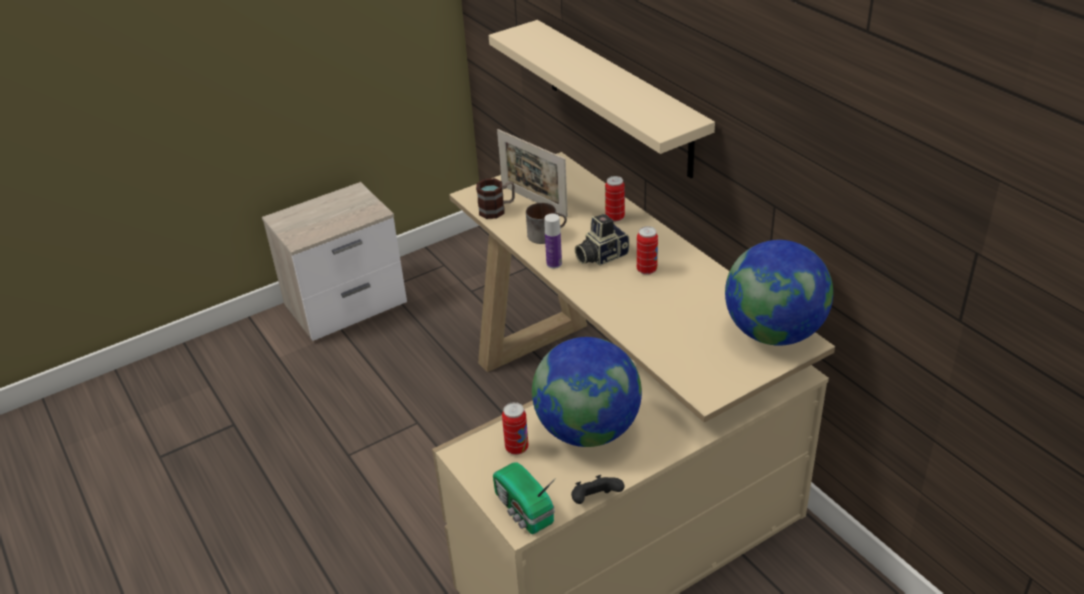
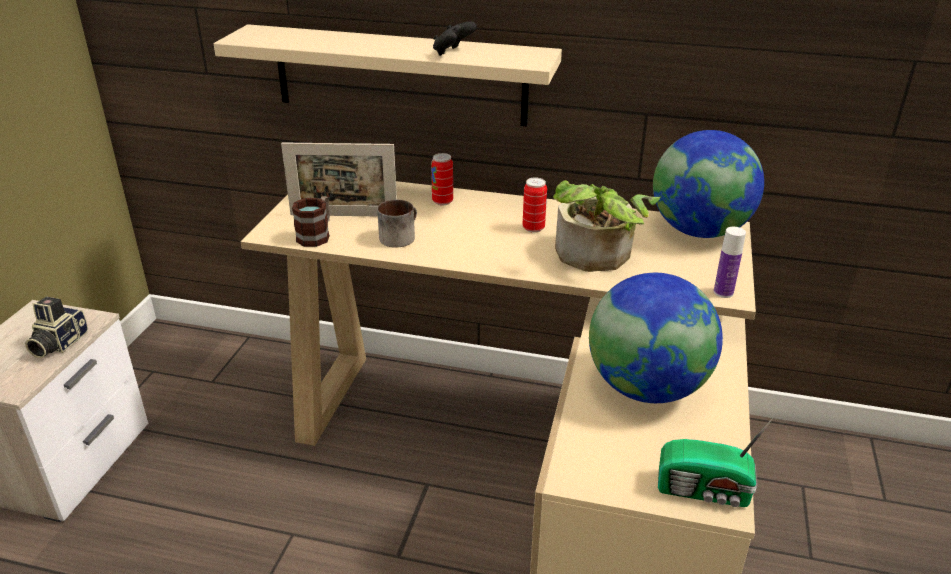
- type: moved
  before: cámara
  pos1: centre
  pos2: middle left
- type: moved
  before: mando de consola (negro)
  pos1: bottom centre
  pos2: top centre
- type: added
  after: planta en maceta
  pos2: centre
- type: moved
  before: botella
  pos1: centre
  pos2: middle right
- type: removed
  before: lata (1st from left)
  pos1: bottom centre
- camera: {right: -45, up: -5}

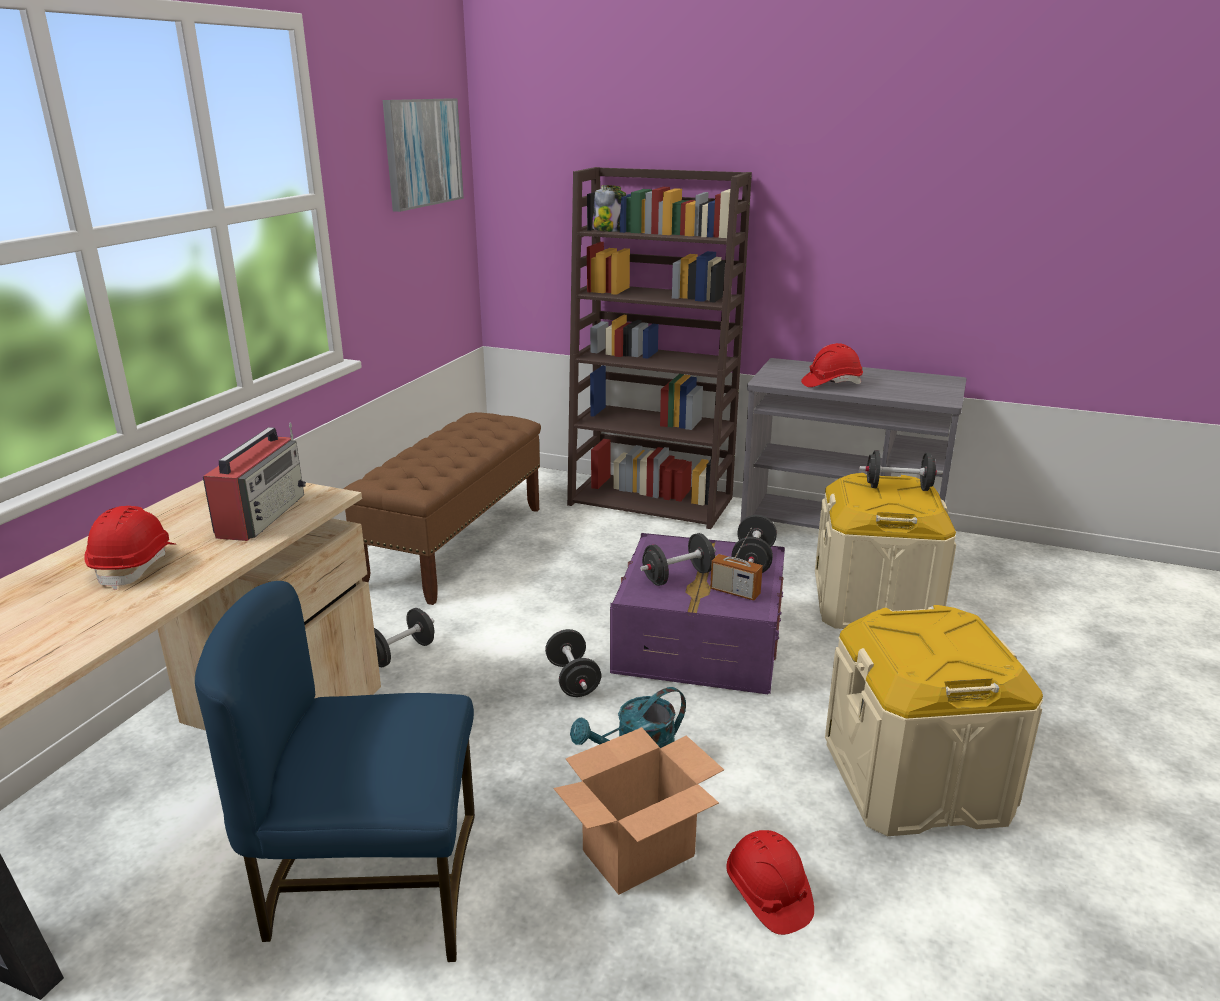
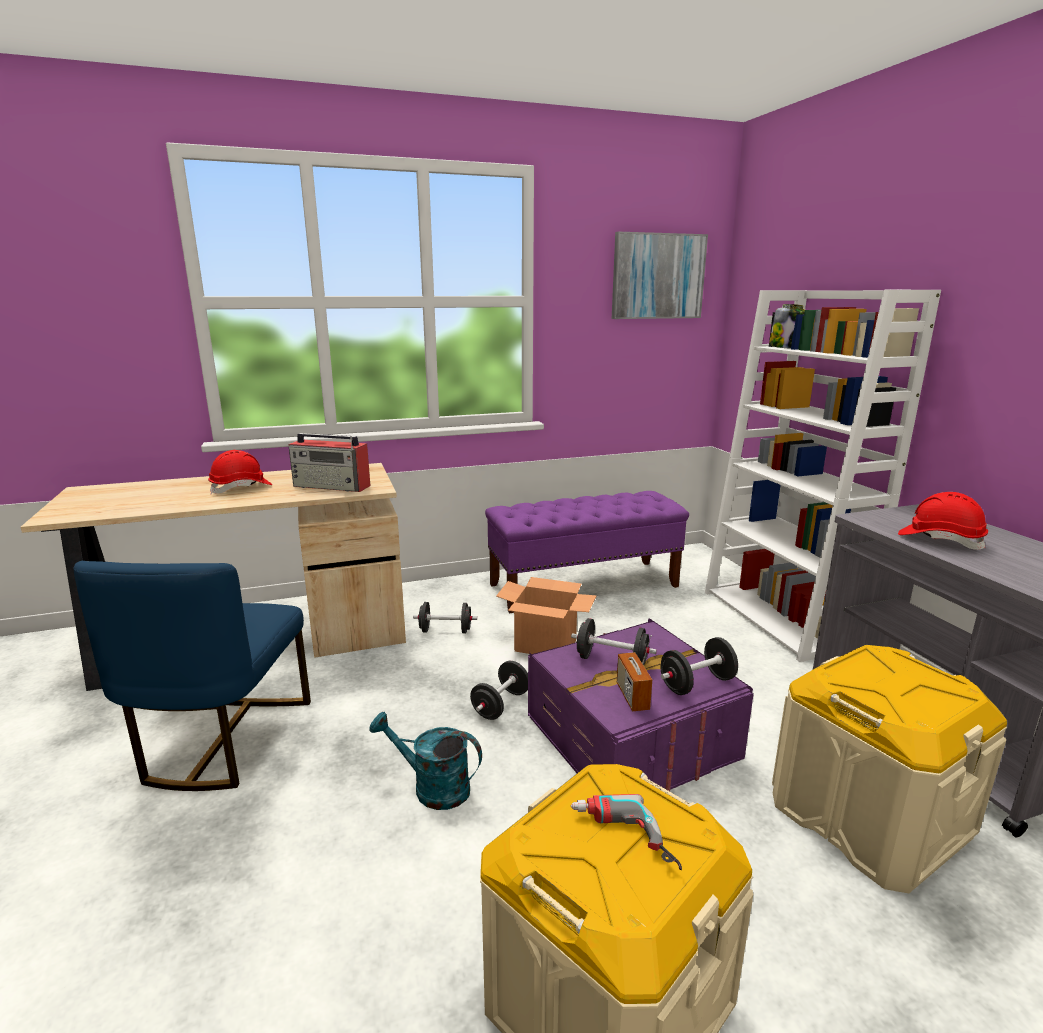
- type: turned
  before: silla (azul)
  pos1: bottom left
  pos2: middle left
  turn: -135
- type: turned
  before: radio (1st from left)
  pos1: middle left
  pos2: middle left
  turn: 45
- type: recoloured
  before: banco (marrón)
  after: banco (morado)
  pos1: centre
  pos2: centre
- type: moved
  before: caja de cartón
  pos1: bottom centre
  pos2: centre
- type: added
  after: taladro
  pos2: bottom centre
- type: recoloured
  before: estantería (marrón)
  after: estantería (blanco)
  pos1: centre
  pos2: middle right
- type: removed
  before: casco (rojo) (2nd from left)
  pos1: bottom centre
- type: removed
  before: mancuerna (negro) (5th from left)
  pos1: middle right
- camera: {right: 50, up: -5}

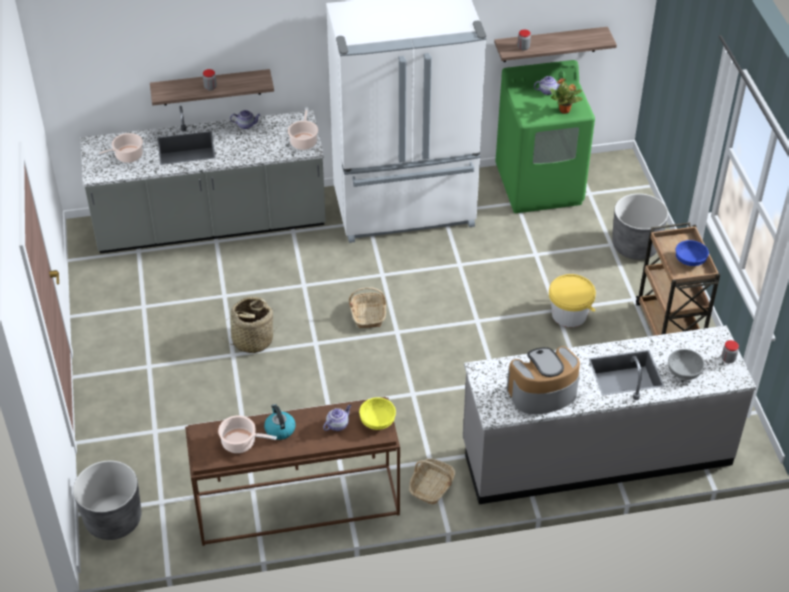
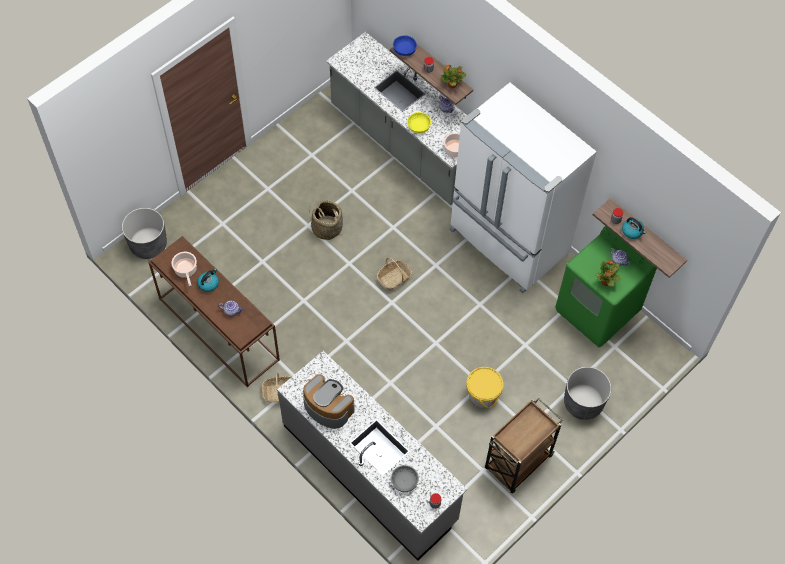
- type: moved
  before: cuenco (azul)
  pos1: middle right
  pos2: top centre
- type: moved
  before: cuenco (amarillo)
  pos1: bottom centre
  pos2: top centre
- type: added
  after: planta en maceta (1st from left)
  pos2: top centre
- type: added
  after: hervidor (2nd from left)
  pos2: middle right
- type: removed
  before: olla (1st from left)
  pos1: top left
- camera: {right: 55, up: 15}

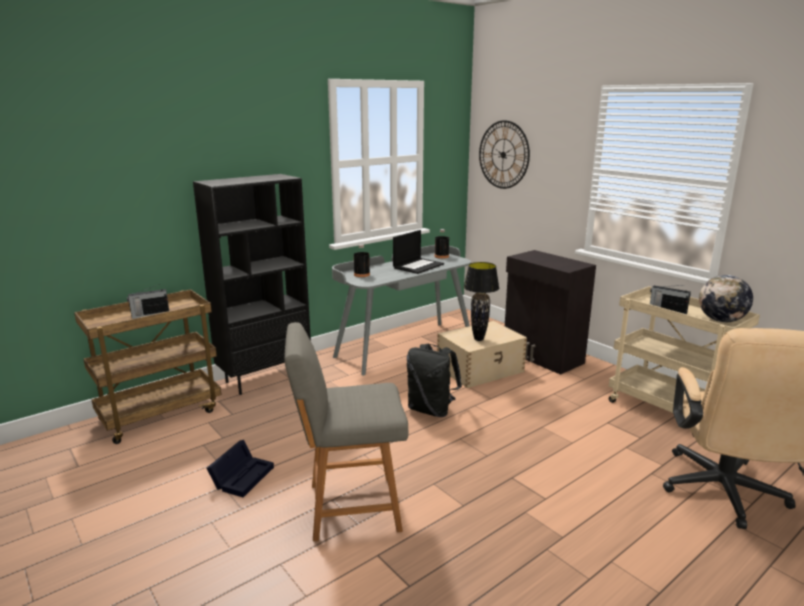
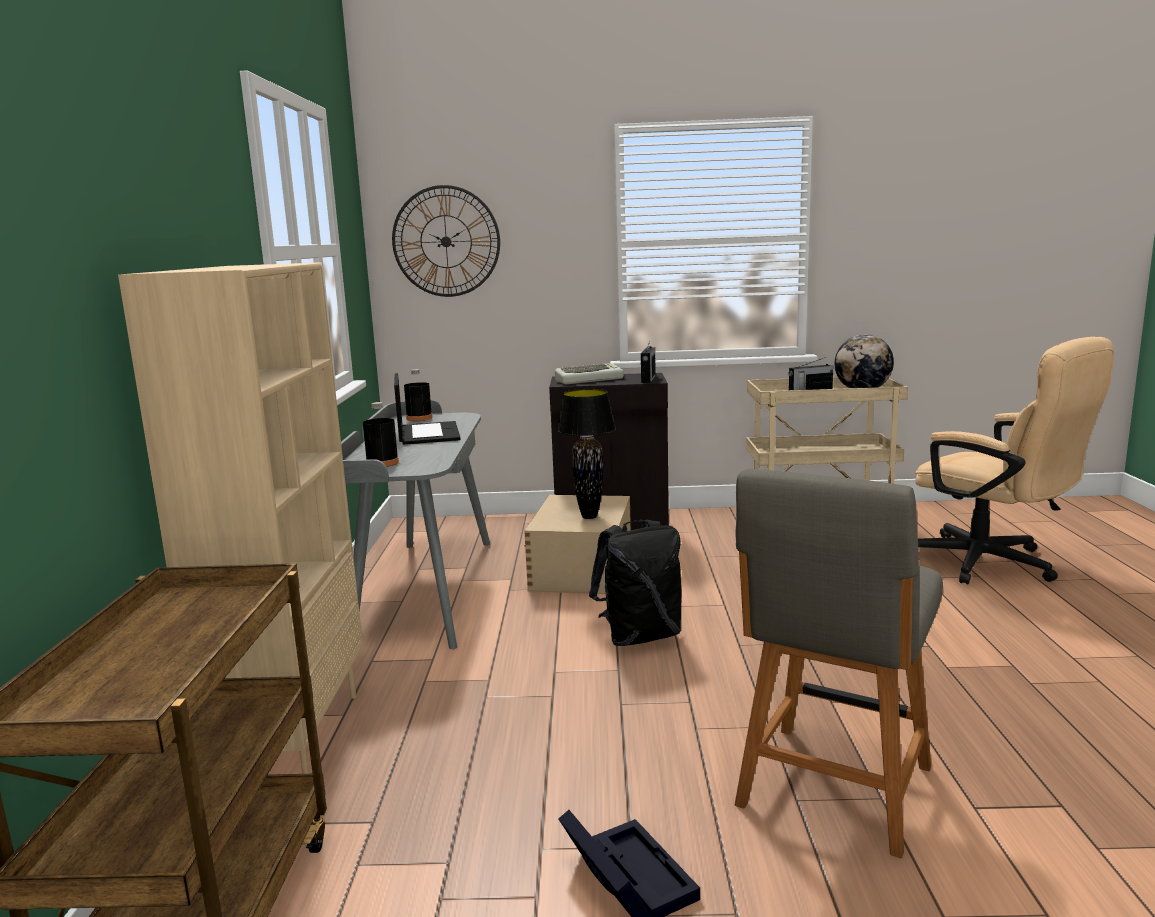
- type: recoloured
  before: estantería (negro)
  after: estantería (beis)
  pos1: middle left
  pos2: middle left
- type: added
  after: teclado
  pos2: centre
- type: moved
  before: radio (1st from left)
  pos1: middle left
  pos2: centre
- camera: {right: -50, up: -5}

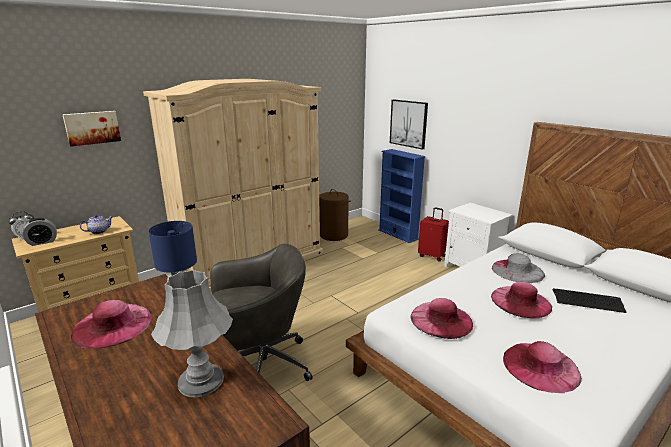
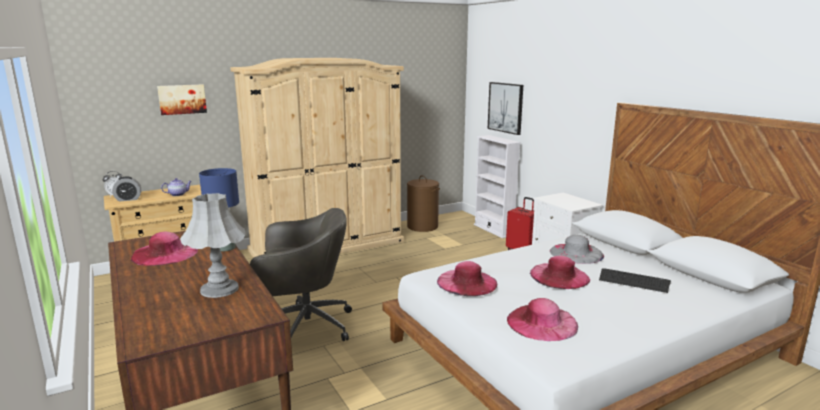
- type: recoloured
  before: estantería (azul)
  after: estantería (blanco)
  pos1: centre
  pos2: centre
- camera: {right: 10, up: -5}

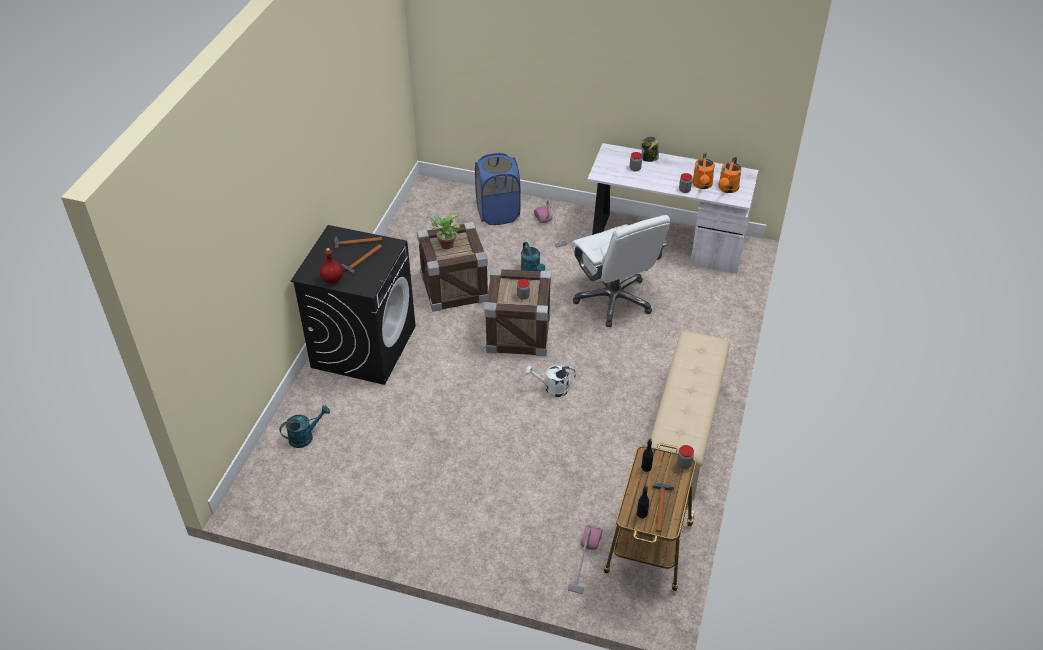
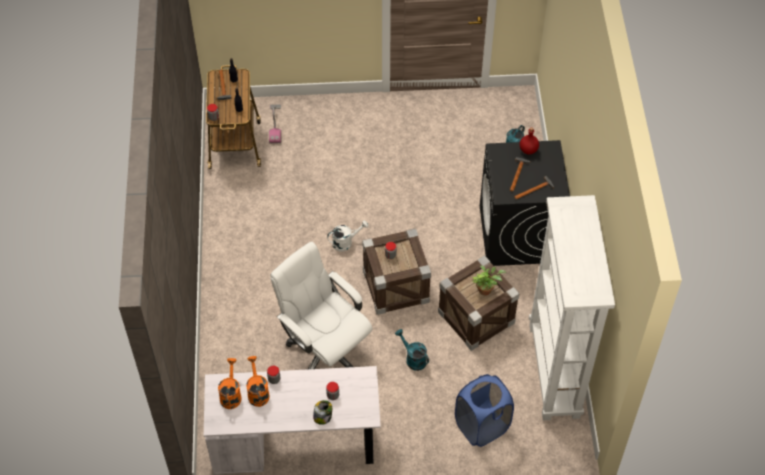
- type: added
  after: estantería (blanco)
  pos2: middle right
- type: removed
  before: aspiradora (1st from left)
  pos1: centre
- type: removed
  before: banco (beis)
  pos1: centre
- camera: {right: 160, up: 10}

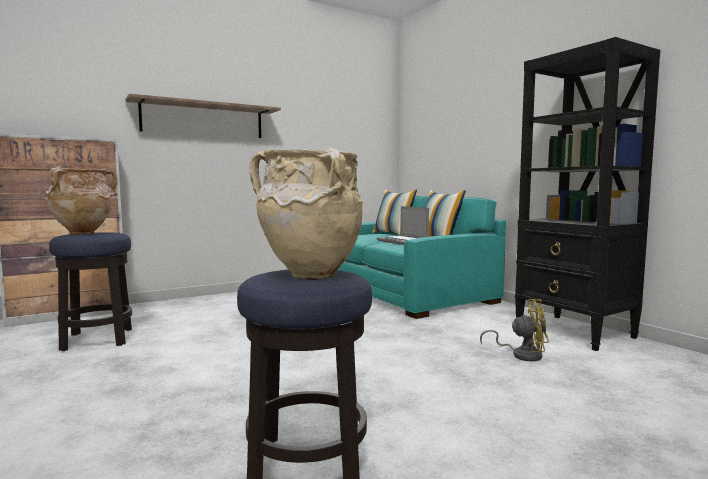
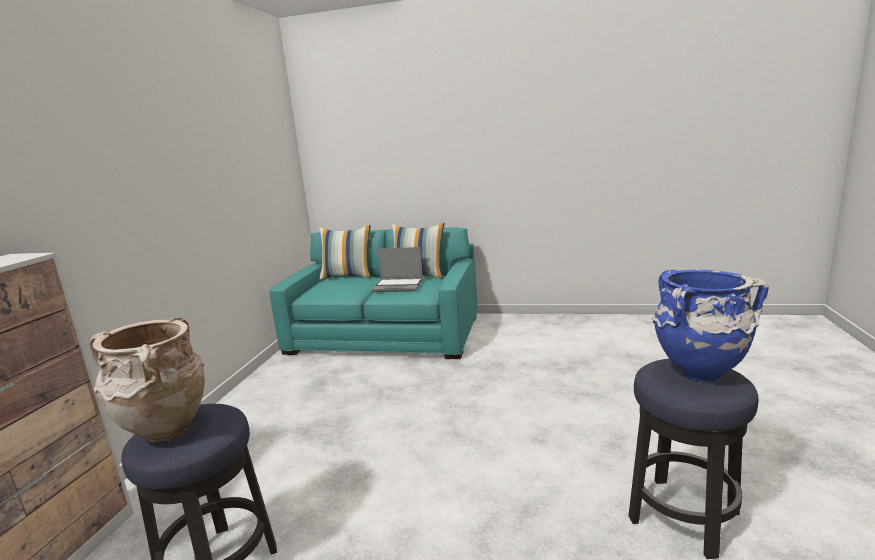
- type: recoloured
  before: florero (beis) (2nd from left)
  after: florero (azul)
  pos1: centre
  pos2: middle right
- type: removed
  before: estante
  pos1: top left
- type: removed
  before: ventilador (amarillo)
  pos1: bottom right
- type: removed
  before: estantería (negro)
  pos1: middle right
- camera: {right: -45, up: 10}

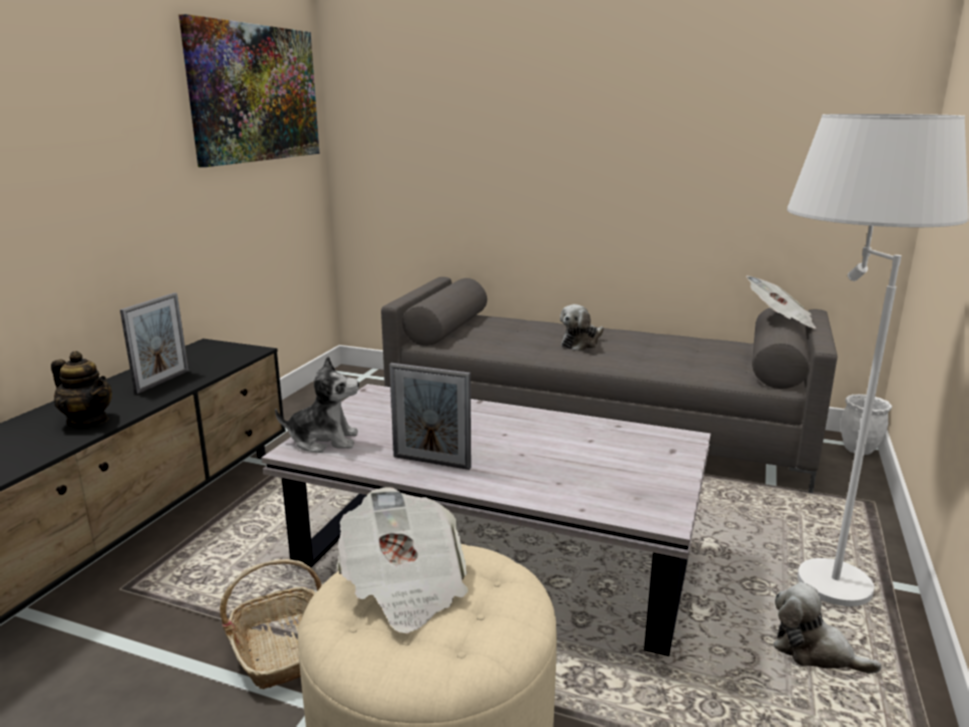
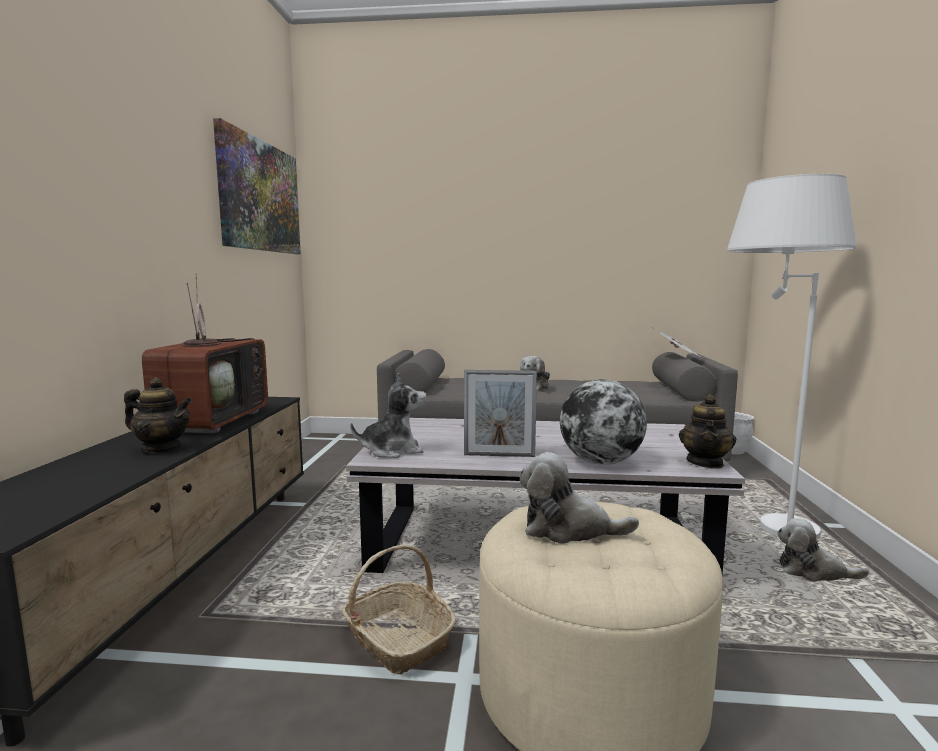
- type: replaced
  before: portarretratos (1st from left)
  after: televisor
  pos1: middle left
  pos2: middle left
- type: replaced
  before: periódico (1st from left)
  after: peluche (3rd from left)
  pos1: bottom centre
  pos2: centre
- type: added
  after: globo terráqueo
  pos2: centre
- type: added
  after: tetera (2nd from left)
  pos2: middle right
- camera: {right: -15, up: -10}

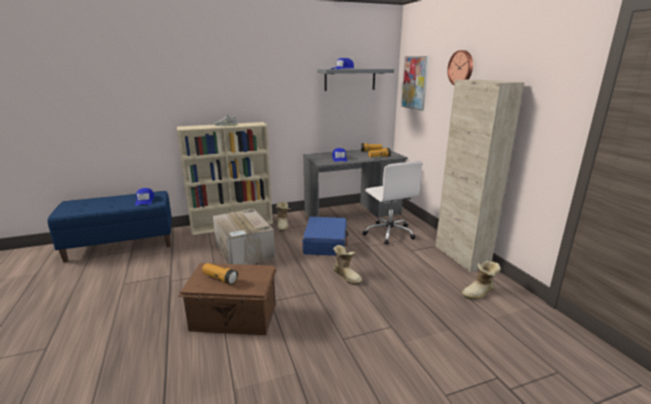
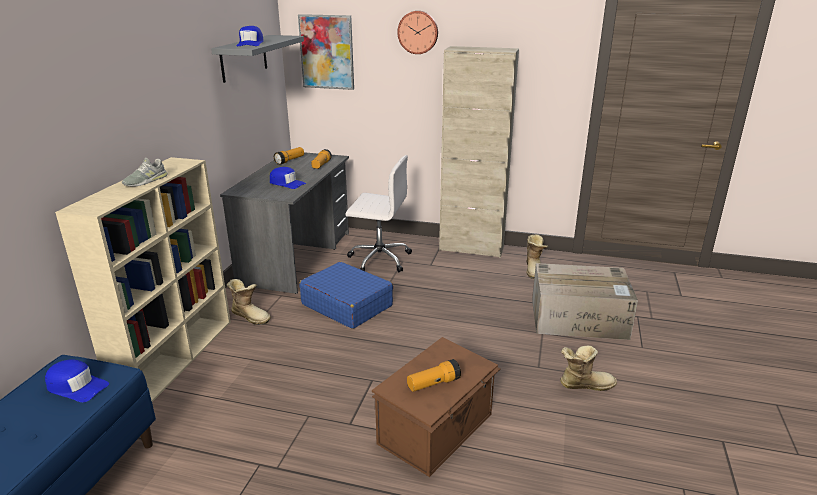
- type: moved
  before: caja de cartón
  pos1: centre
  pos2: middle right
- type: moved
  before: bota (2nd from left in the first image)
  after: bota (3rd from left)
  pos1: centre
  pos2: bottom right
- camera: {right: -55, up: 5}

